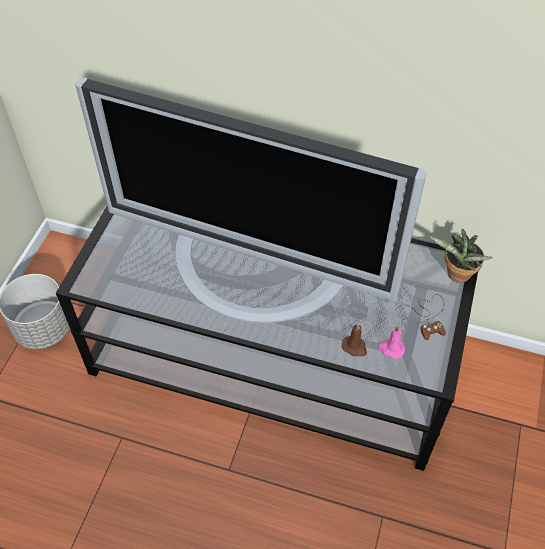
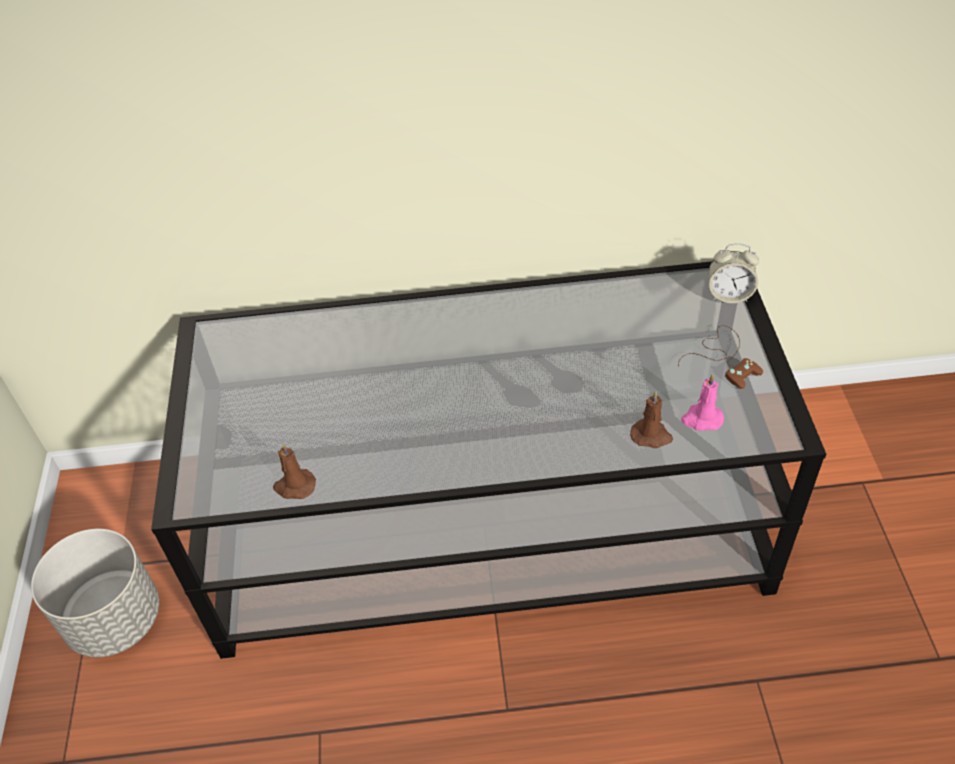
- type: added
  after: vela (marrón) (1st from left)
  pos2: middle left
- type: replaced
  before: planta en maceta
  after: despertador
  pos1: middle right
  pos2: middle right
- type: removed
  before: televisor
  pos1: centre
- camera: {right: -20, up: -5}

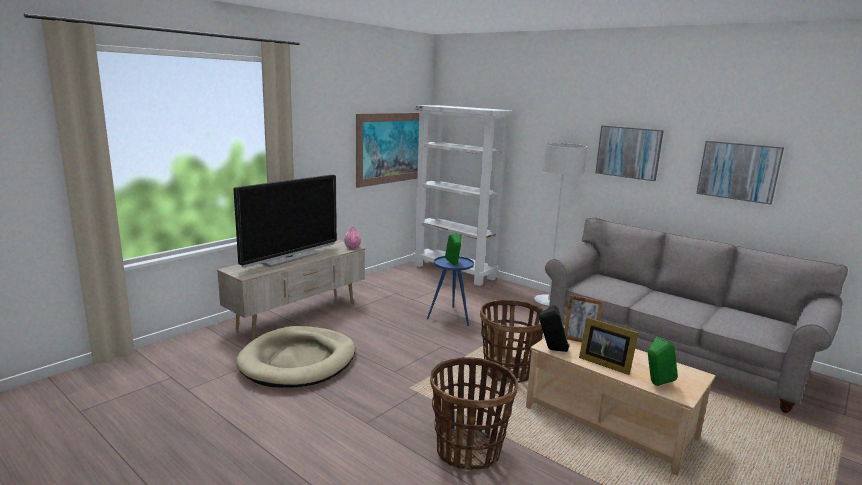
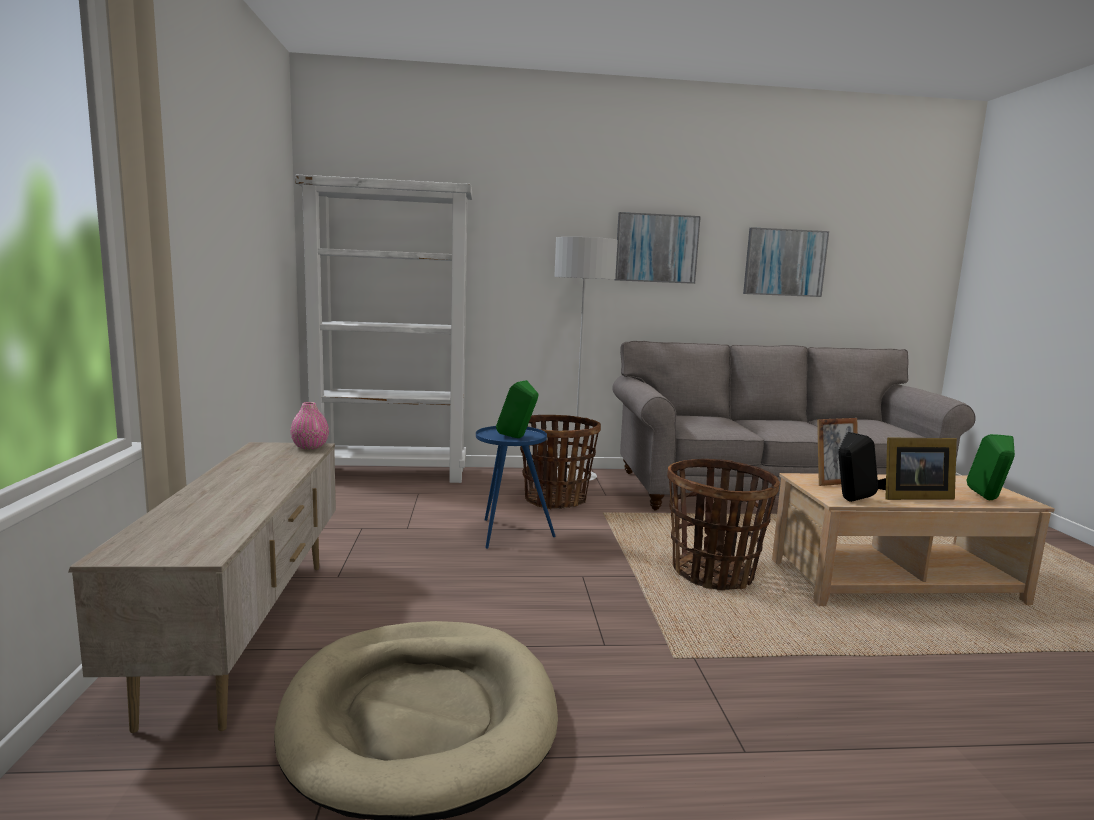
- type: moved
  before: cesta (1st from left)
  pos1: bottom centre
  pos2: centre
- type: removed
  before: televisor
  pos1: middle left
- type: removed
  before: cuadro (1st from left)
  pos1: top centre
- camera: {right: -45, up: -5}

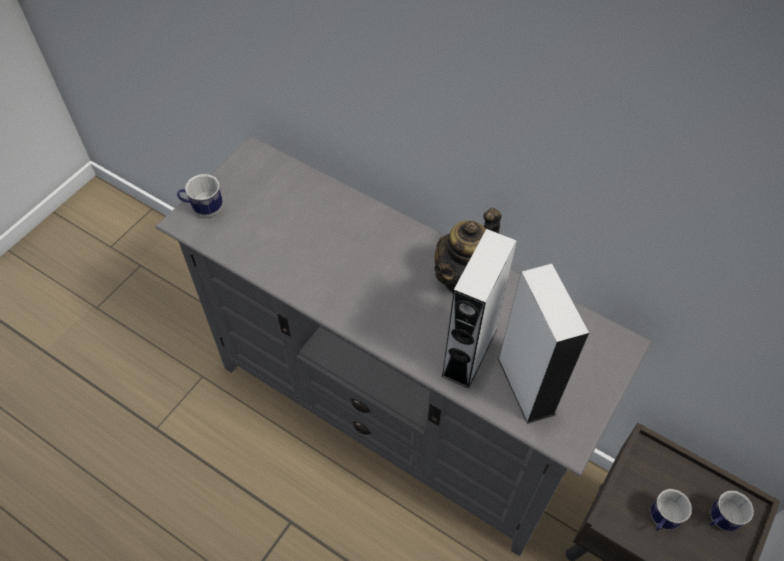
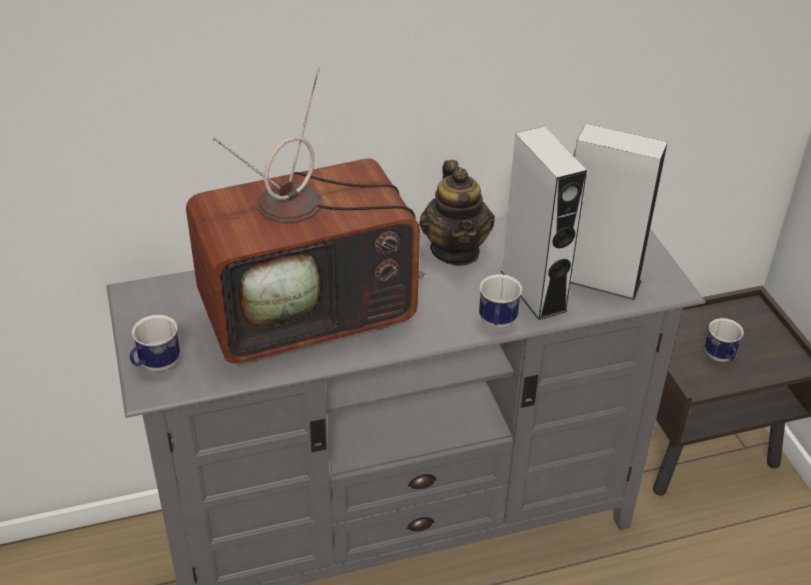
- type: added
  after: televisor
  pos2: centre
- type: moved
  before: taza grande (3rd from left in the first image)
  after: taza grande (2nd from left)
  pos1: bottom right
  pos2: centre
- camera: {right: -50, up: -15}

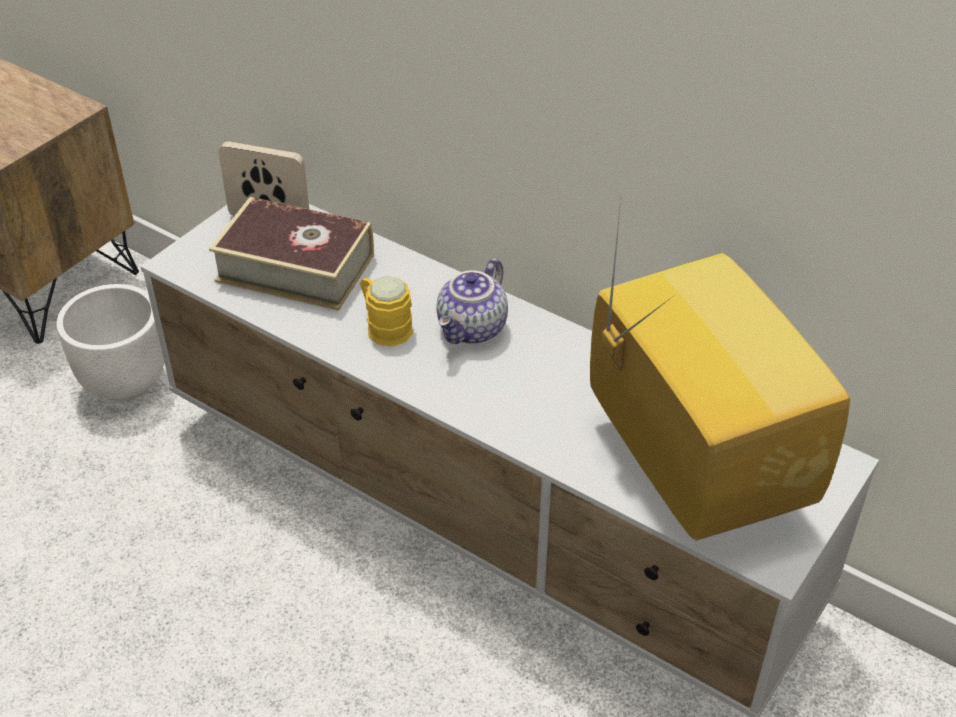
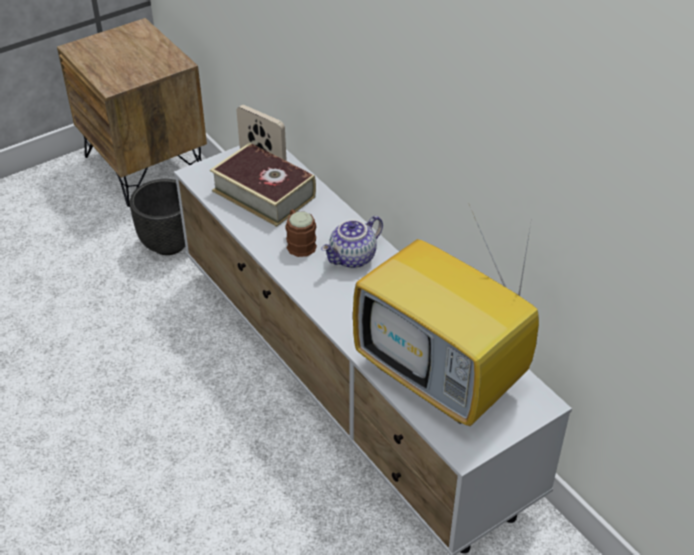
- type: recoloured
  before: maceta (blanco)
  after: maceta (negro)
  pos1: middle left
  pos2: middle left
- type: recoloured
  before: taza grande (amarillo)
  after: taza grande (marrón)
  pos1: centre
  pos2: centre
- type: turned
  before: televisor
  pos1: middle right
  pos2: centre
  turn: 135
- camera: {right: 20, up: 0}

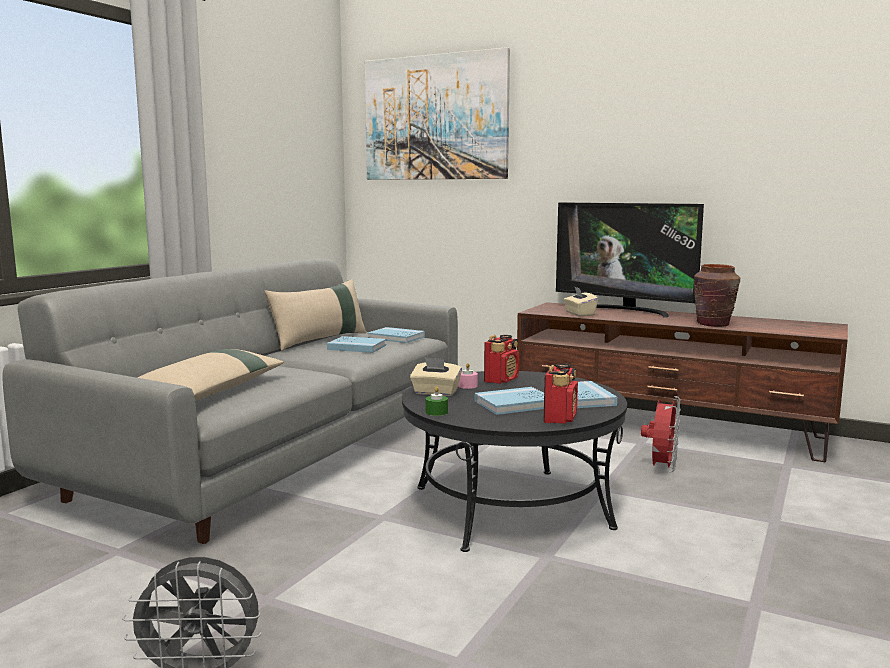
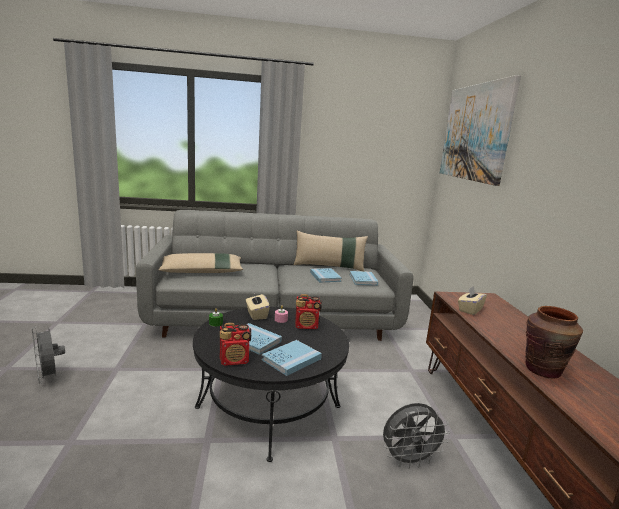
- type: recoloured
  before: ventilador (rojo)
  after: ventilador (gris) (2nd from left)
  pos1: middle right
  pos2: bottom right
- type: removed
  before: televisor
  pos1: middle right
- camera: {right: 55, up: 5}

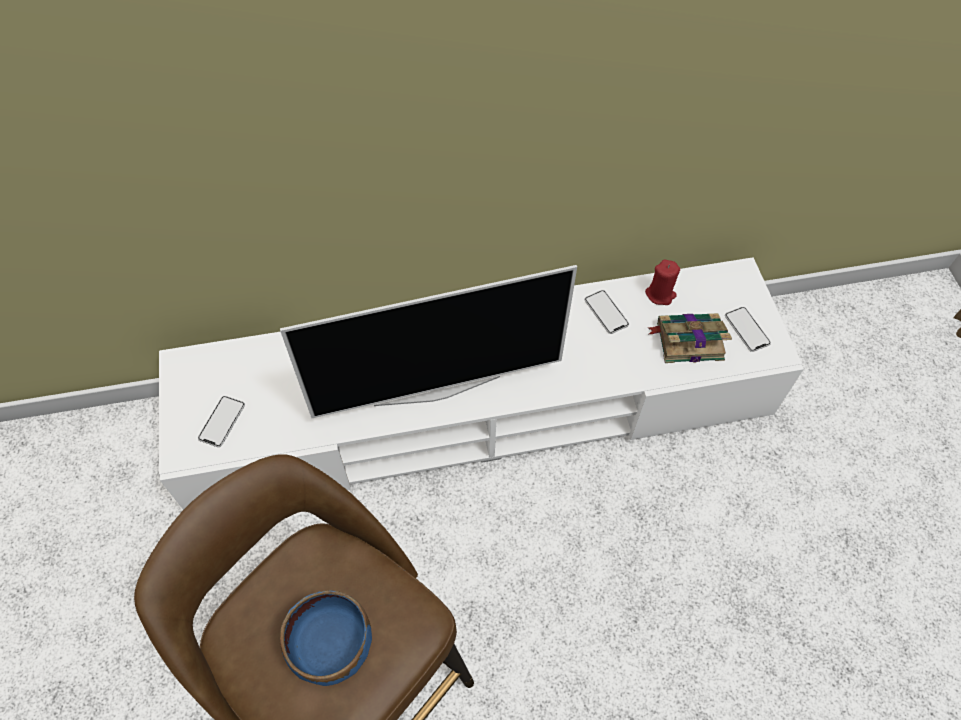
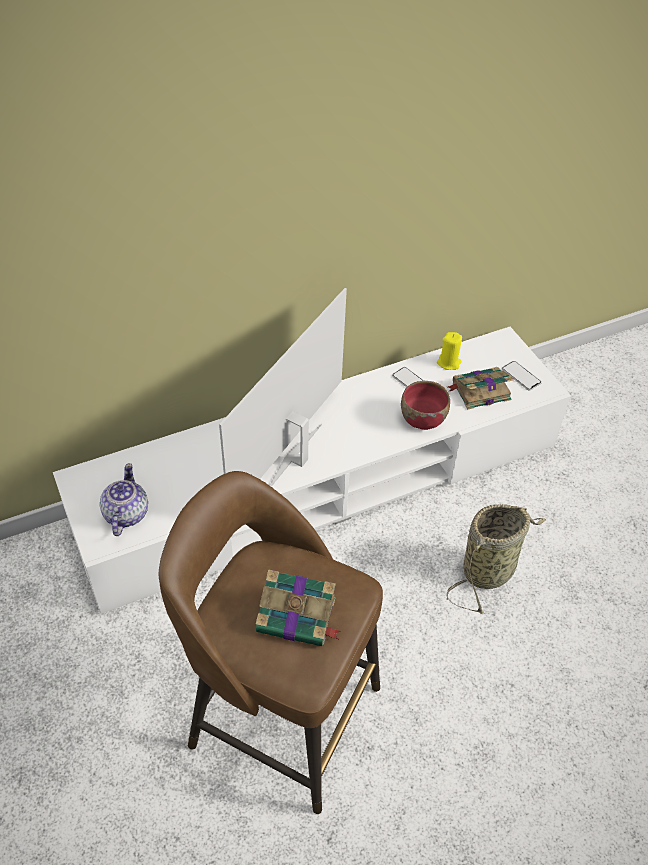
- type: replaced
  before: móvil (1st from left)
  after: tetera
  pos1: middle left
  pos2: middle left
- type: turned
  before: televisor
  pos1: centre
  pos2: centre
  turn: 150
- type: replaced
  before: cuenco (azul)
  after: libro (1st from left)
  pos1: bottom centre
  pos2: bottom centre
- type: added
  after: cuenco (rojo)
  pos2: centre
- type: recoloured
  before: vela (rojo)
  after: vela (amarillo)
  pos1: middle right
  pos2: middle right
- type: added
  after: cesta
  pos2: middle right
- camera: {right: -15, up: -10}

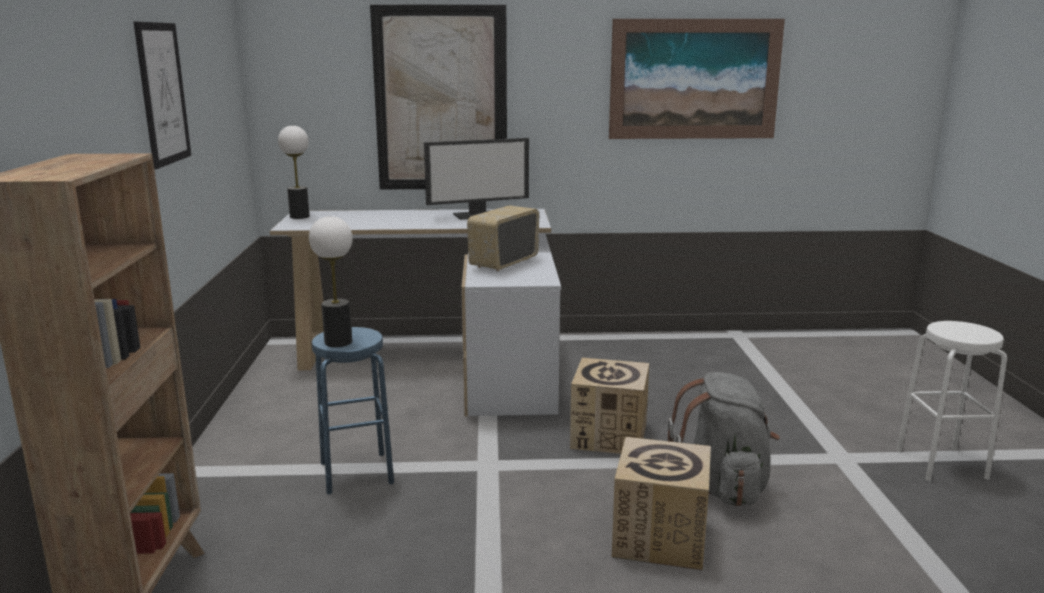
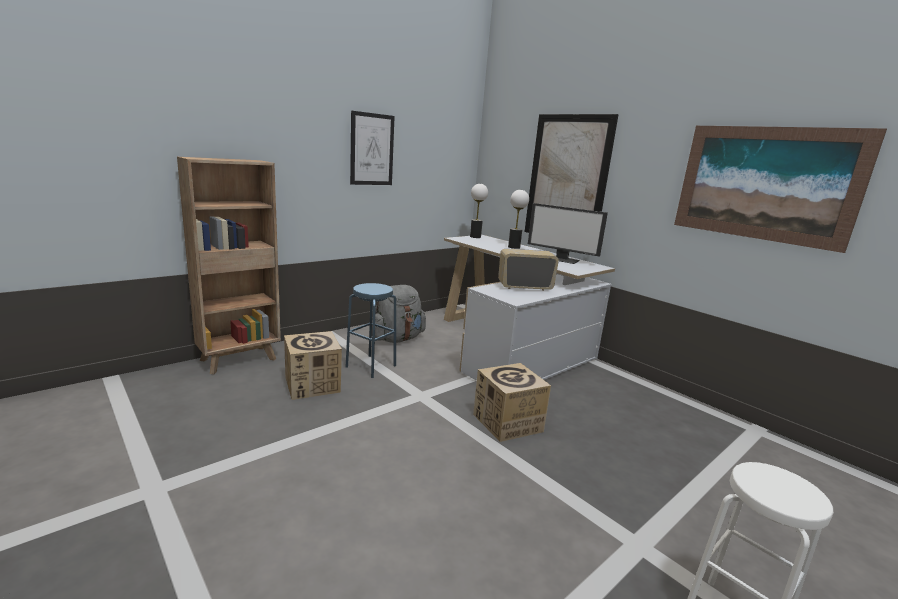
- type: moved
  before: caja de cartón (2nd from left in the first image)
  after: caja de cartón (1st from left)
  pos1: bottom centre
  pos2: centre
- type: moved
  before: mochila (gris)
  pos1: bottom right
  pos2: centre
- type: moved
  before: lámpara de mesa (2nd from left)
  pos1: middle left
  pos2: centre
- camera: {right: 50, up: 0}

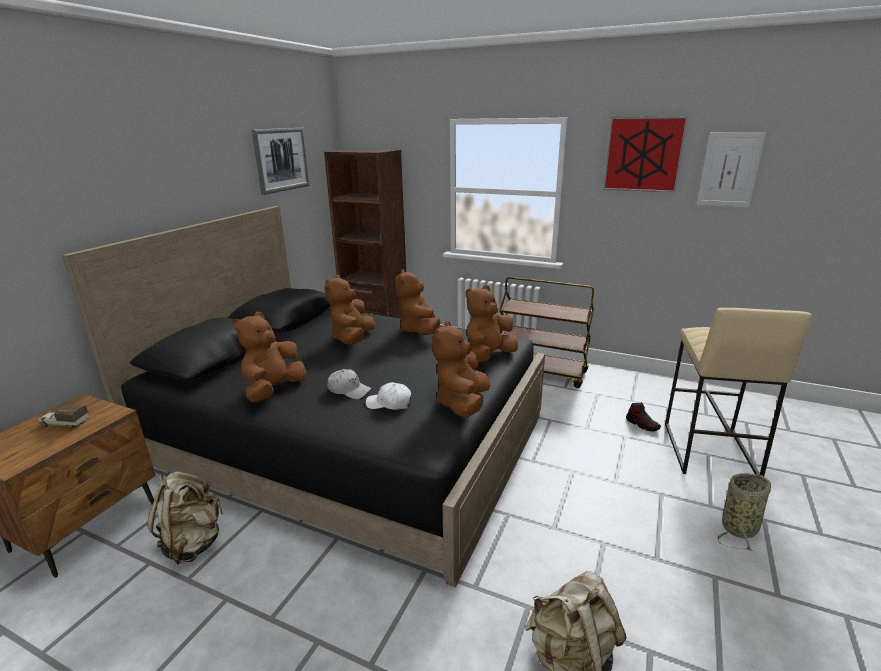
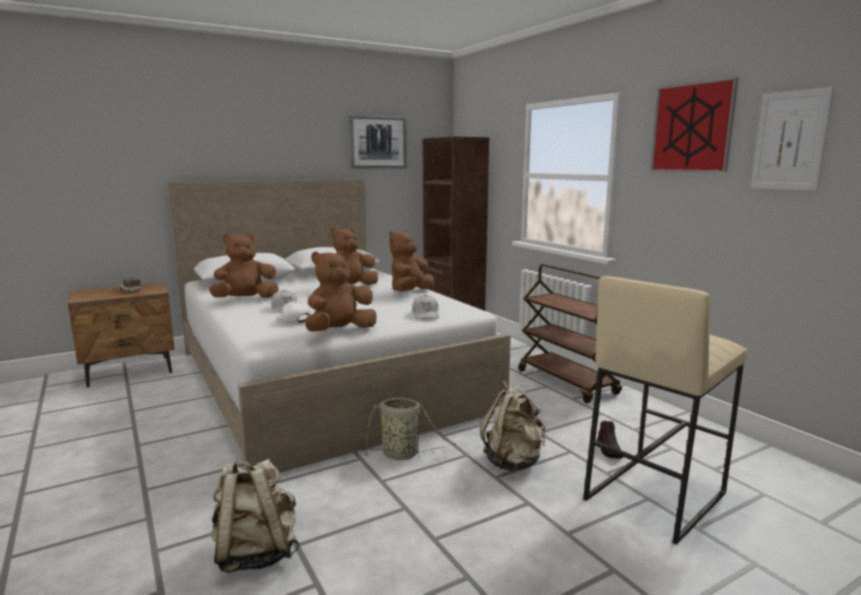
- type: recoloured
  before: cama (negro)
  after: cama (blanco)
  pos1: centre
  pos2: centre
- type: moved
  before: cesta
  pos1: bottom right
  pos2: bottom centre
- type: replaced
  before: peluche (marrón) (5th from left)
  after: gorra (blanco) (3rd from left)
  pos1: centre
  pos2: centre
- type: moved
  before: mochila (beis) (1st from left in the first image)
  after: mochila (beis) (2nd from left)
  pos1: bottom left
  pos2: bottom centre
- camera: {right: 35, up: -10}

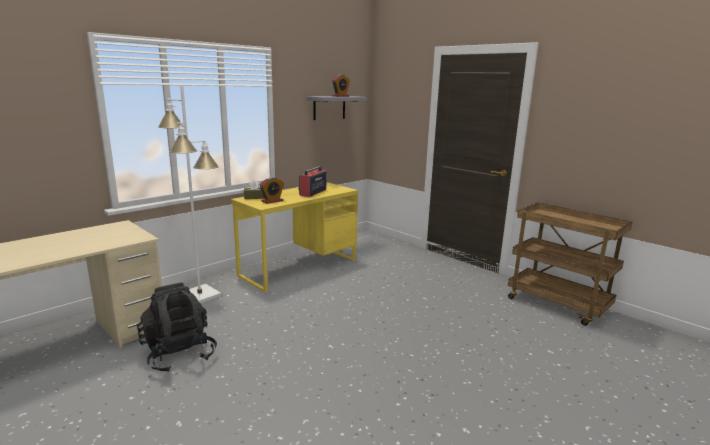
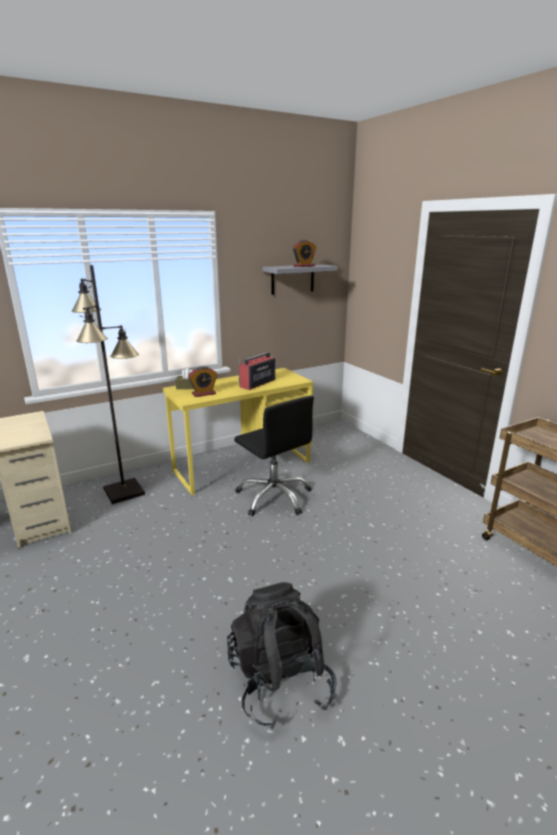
- type: recoloured
  before: lámpara de pie (blanco)
  after: lámpara de pie (negro)
  pos1: middle left
  pos2: middle left
- type: moved
  before: mochila (negro)
  pos1: bottom left
  pos2: bottom centre
- type: added
  after: silla de oficina (negro)
  pos2: centre
- camera: {right: 15, up: 5}

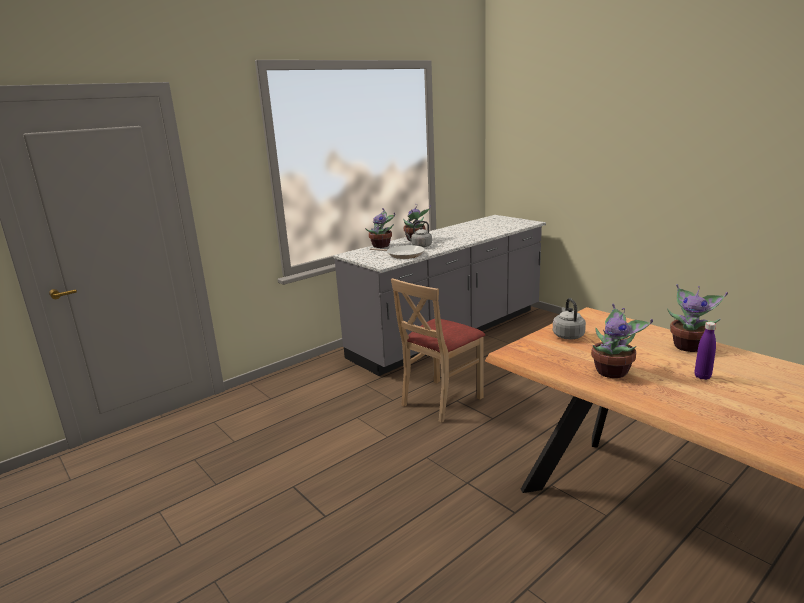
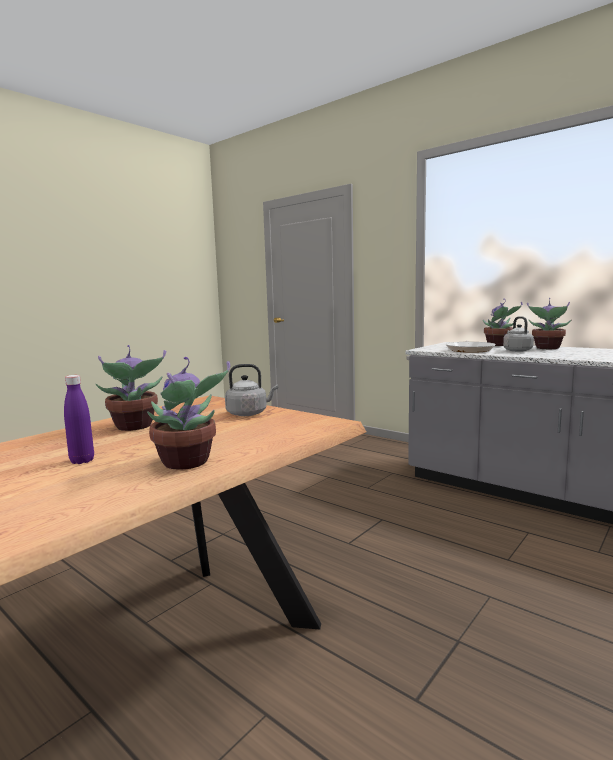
- type: removed
  before: silla (beis)
  pos1: centre
- camera: {right: 80, up: -10}

